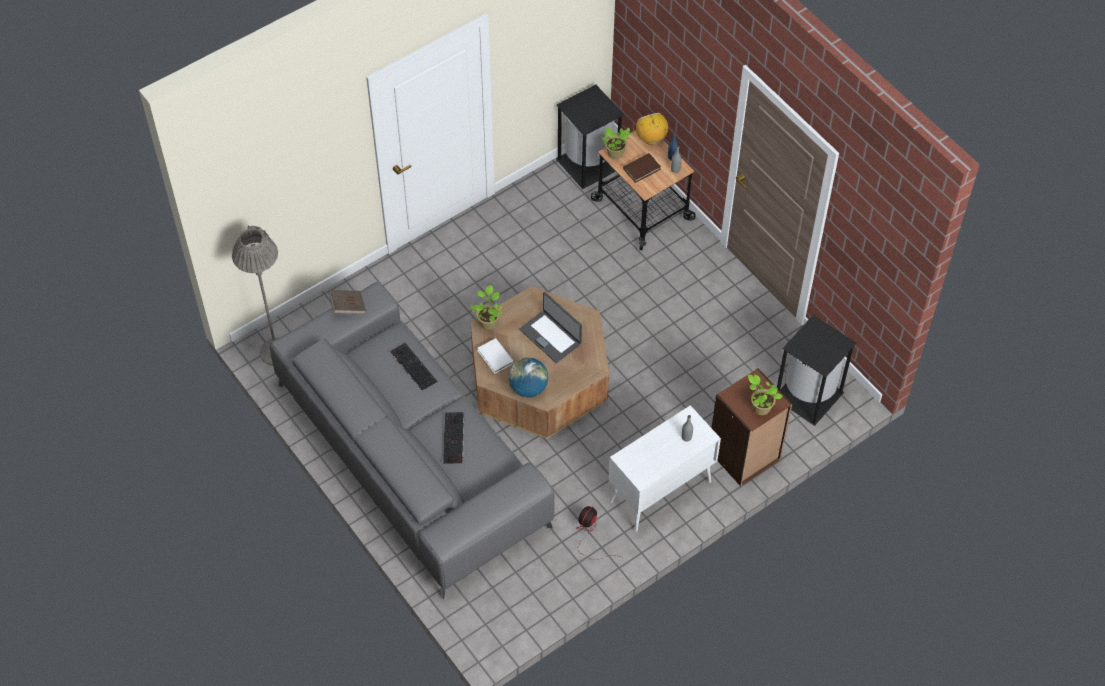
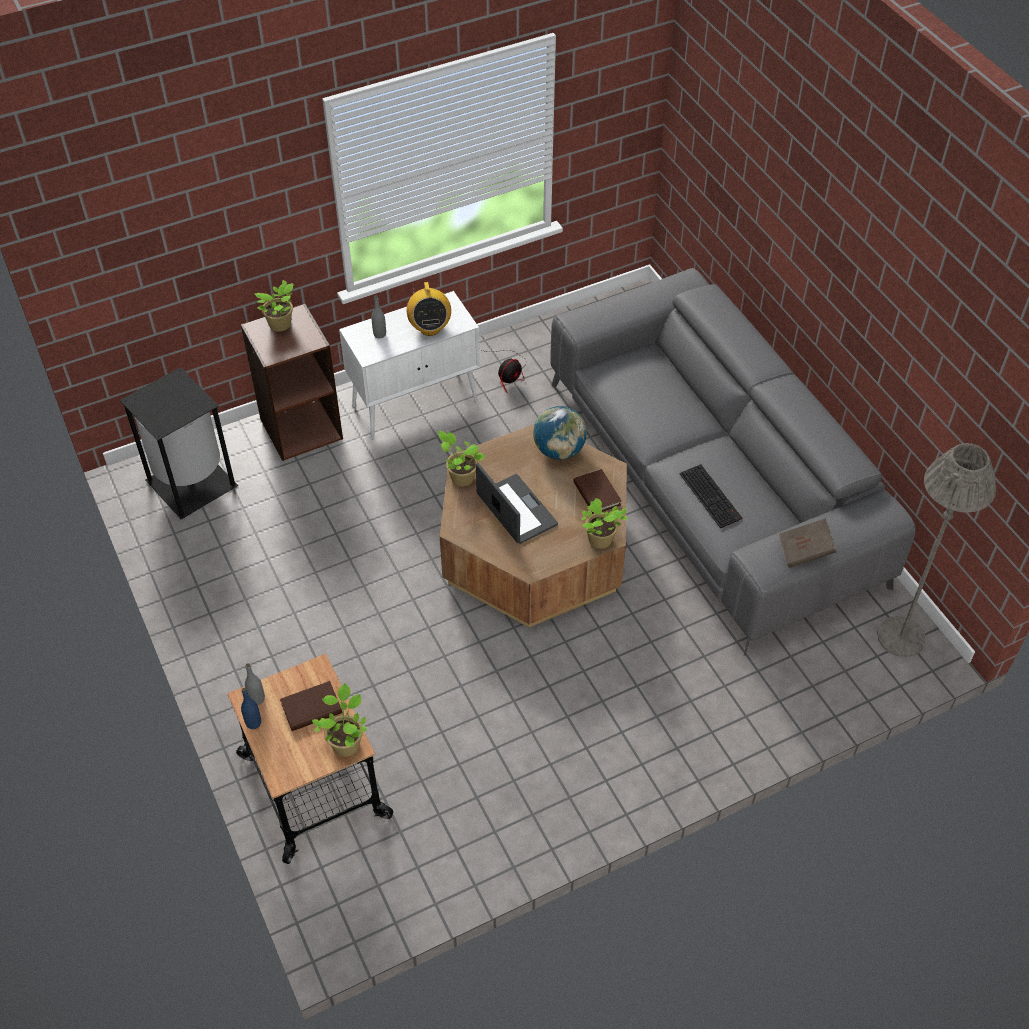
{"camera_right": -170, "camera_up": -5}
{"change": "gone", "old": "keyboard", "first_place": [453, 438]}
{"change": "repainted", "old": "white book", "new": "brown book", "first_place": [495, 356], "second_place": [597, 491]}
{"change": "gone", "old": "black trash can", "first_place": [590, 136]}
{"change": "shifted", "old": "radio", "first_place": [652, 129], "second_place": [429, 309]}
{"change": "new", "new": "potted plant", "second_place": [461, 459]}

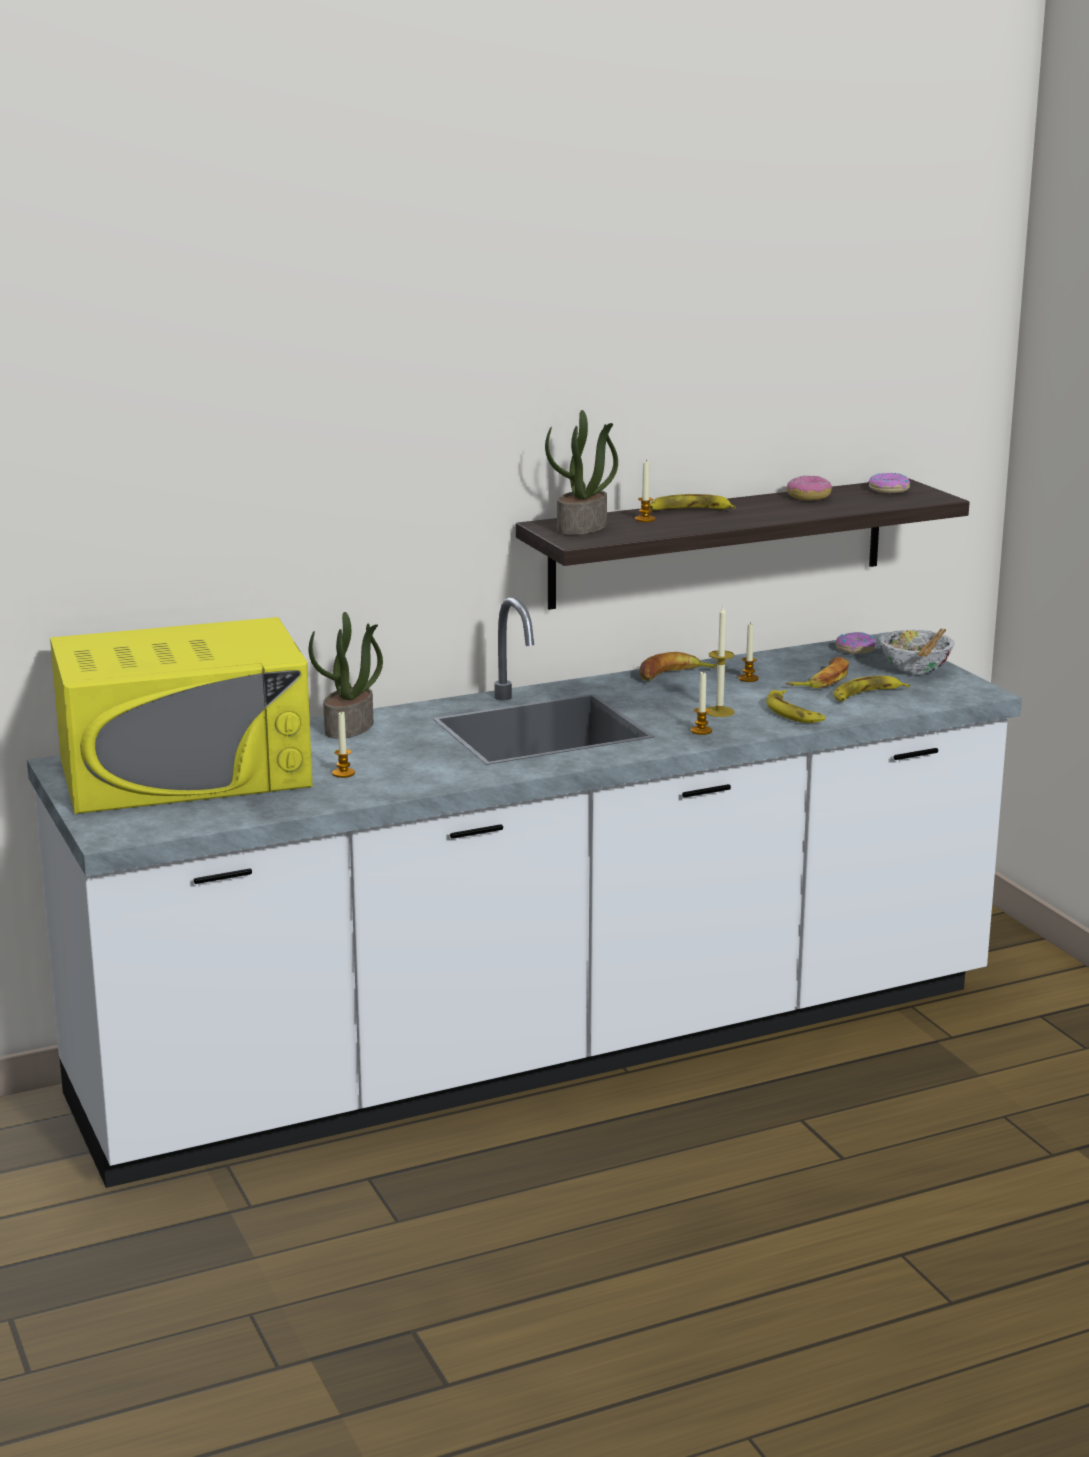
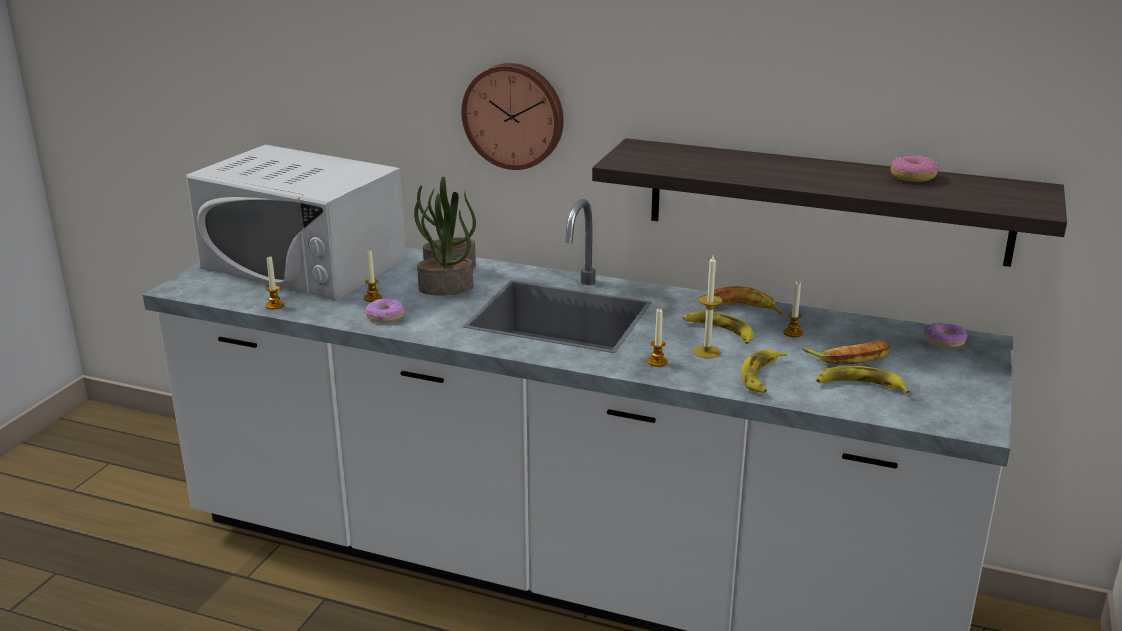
{"camera_right": 45, "camera_up": 5}
{"change": "repainted", "old": "yellow microwave", "new": "white microwave", "first_place": [181, 715], "second_place": [296, 222]}
{"change": "shifted", "old": "potted plant", "first_place": [581, 472], "second_place": [443, 244]}
{"change": "shifted", "old": "candle", "first_place": [645, 491], "second_place": [275, 283]}
{"change": "shifted", "old": "banana", "first_place": [693, 502], "second_place": [718, 327]}
{"change": "shifted", "old": "donut", "first_place": [889, 483], "second_place": [385, 310]}
{"change": "gone", "old": "bowl", "first_place": [917, 651]}
{"change": "new", "new": "wall clock", "second_place": [512, 116]}

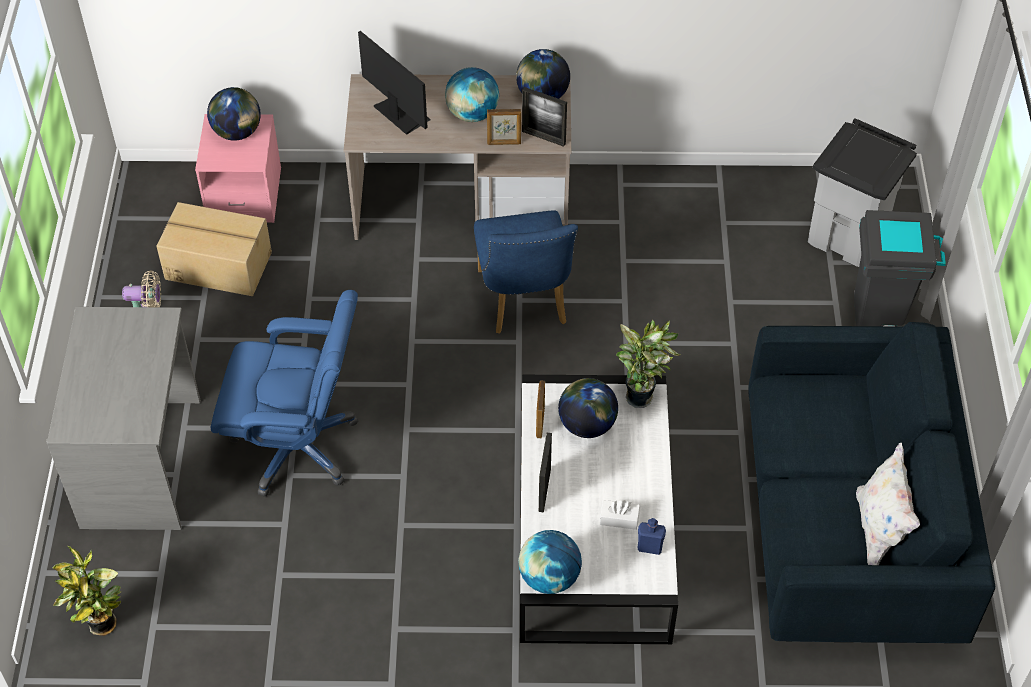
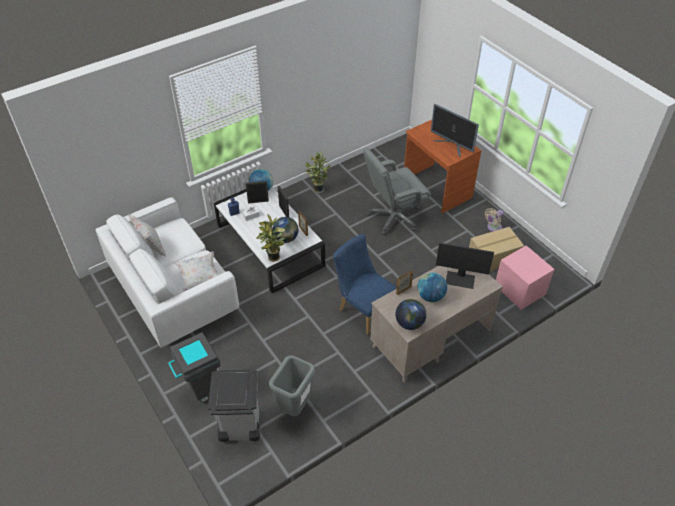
{"camera_right": 145, "camera_up": -5}
{"change": "repainted", "old": "grey desk", "new": "brown desk", "first_place": [123, 418], "second_place": [442, 166]}
{"change": "shifted", "old": "potted plant", "first_place": [86, 591], "second_place": [317, 172]}
{"change": "gone", "old": "globe", "first_place": [234, 114]}
{"change": "repainted", "old": "blue office chair", "new": "grey office chair", "first_place": [284, 393], "second_place": [397, 191]}
{"change": "shifted", "old": "picture frame", "first_place": [544, 117], "second_place": [257, 192]}
{"change": "repainted", "old": "blue sofa", "new": "white sofa", "first_place": [871, 482], "second_place": [167, 272]}
{"change": "new", "new": "white pillow", "second_place": [196, 271]}
{"change": "new", "new": "grey trash can", "second_place": [292, 385]}
{"change": "new", "new": "monitor", "second_place": [455, 130]}

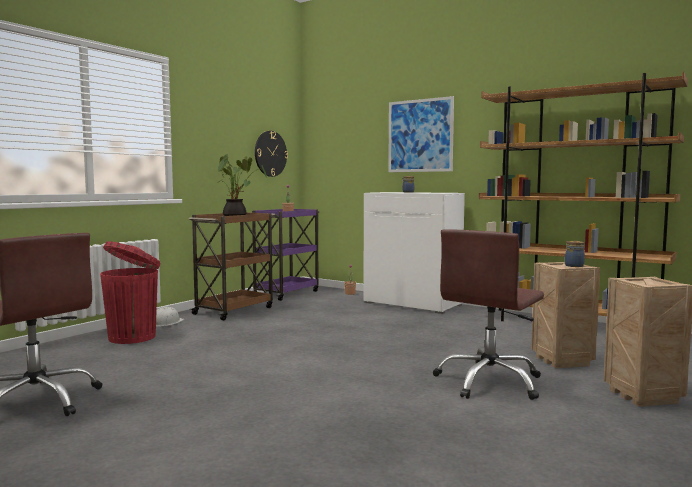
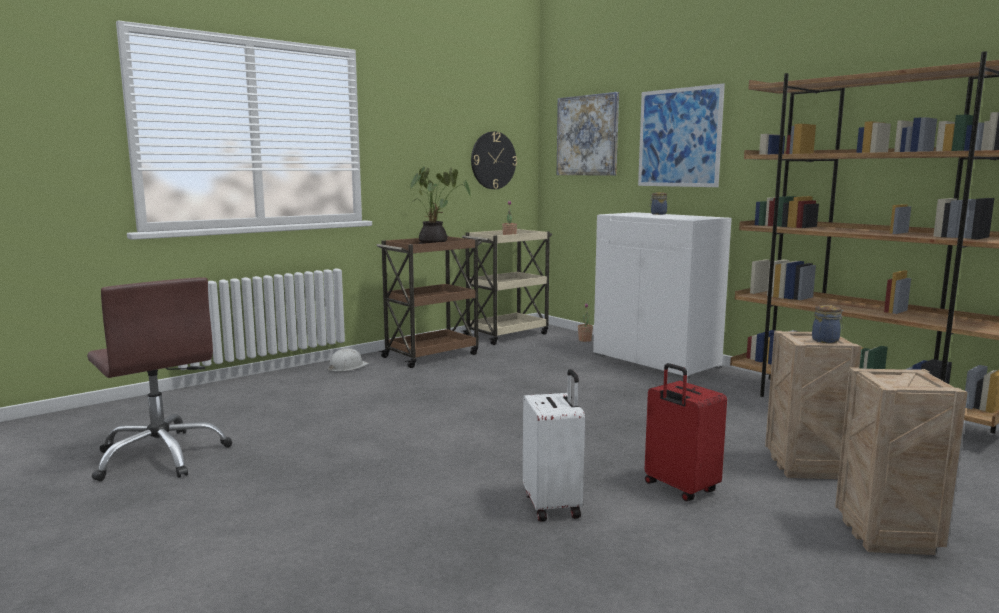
{"camera_right": 15, "camera_up": 5}
{"change": "gone", "old": "red trash can", "first_place": [130, 292]}
{"change": "repainted", "old": "purple cart", "new": "beige cart", "first_place": [285, 255], "second_place": [507, 287]}
{"change": "swapped", "old": "brown office chair", "new": "red suitcase", "first_place": [488, 314], "second_place": [686, 432]}
{"change": "new", "new": "white suitcase", "second_place": [554, 445]}
{"change": "new", "new": "picture", "second_place": [588, 134]}

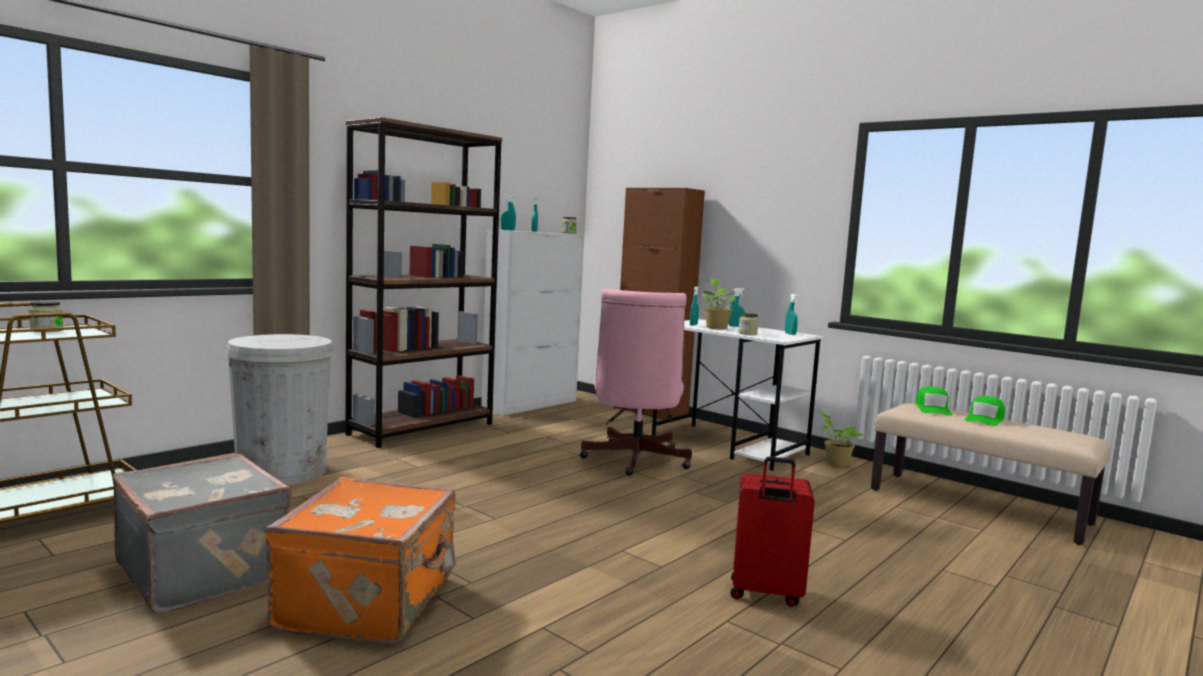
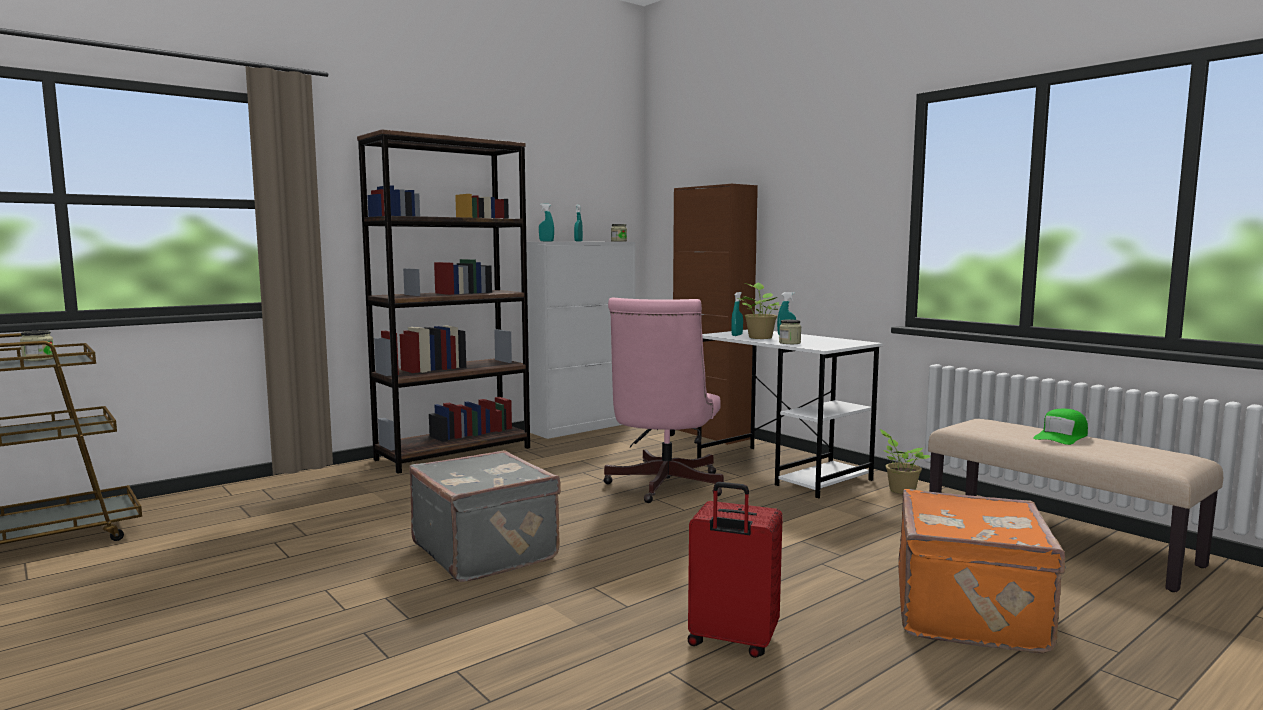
{"camera_right": 10, "camera_up": 0}
{"change": "shifted", "old": "grey suitcase", "first_place": [202, 533], "second_place": [485, 516]}
{"change": "gone", "old": "white trash can", "first_place": [279, 409]}
{"change": "shifted", "old": "orange suitcase", "first_place": [360, 561], "second_place": [982, 571]}
{"change": "gone", "old": "turquoise spray bottle", "first_place": [791, 314]}
{"change": "gone", "old": "green cap", "first_place": [934, 401]}

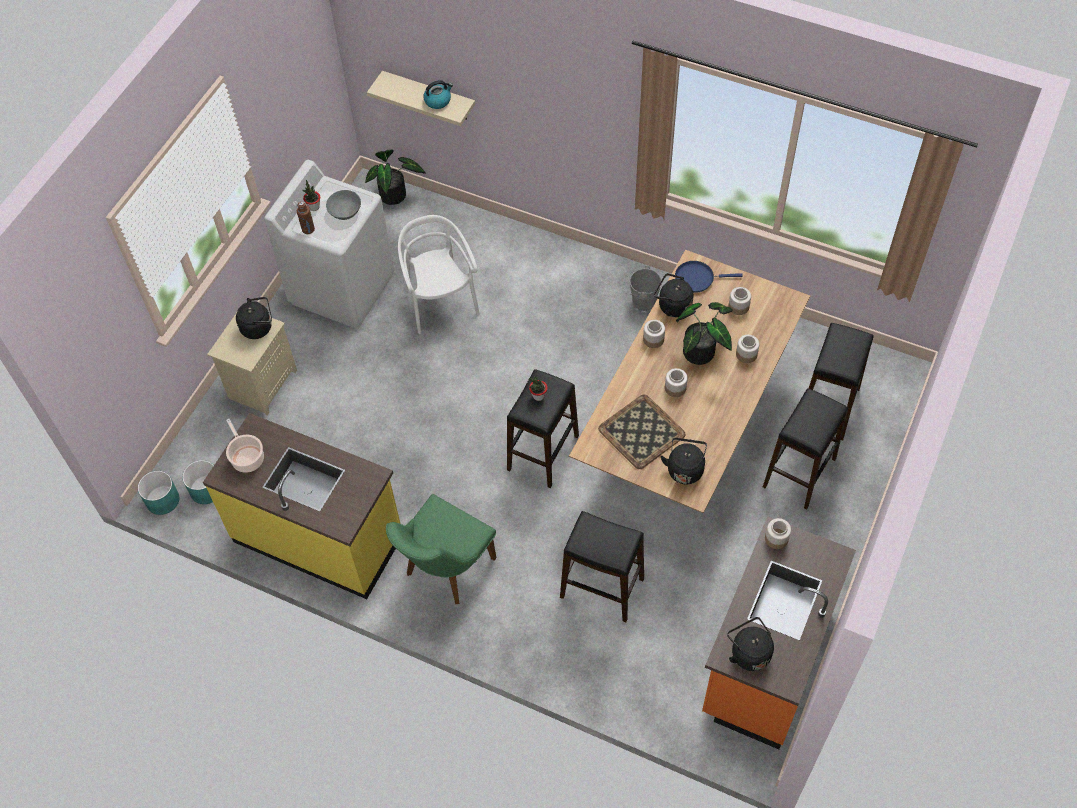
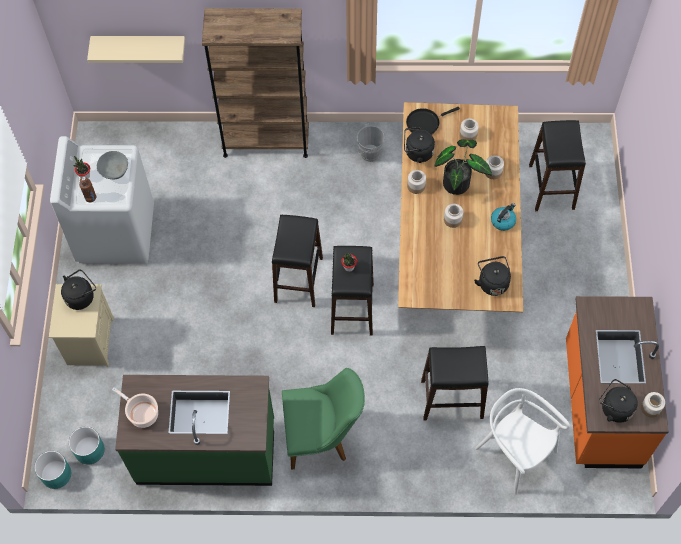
{"camera_right": -25, "camera_up": 5}
{"change": "repainted", "old": "yellow counter", "new": "green counter", "first_place": [301, 506], "second_place": [194, 430]}
{"change": "gone", "old": "potted plant", "first_place": [395, 177]}
{"change": "rotated", "old": "green chair", "first_place": [441, 549], "second_place": [323, 419], "degrees": -105}
{"change": "shifted", "old": "white chair", "first_place": [439, 274], "second_place": [522, 441]}
{"change": "shifted", "old": "kettle", "first_place": [438, 94], "second_place": [503, 217]}
{"change": "gone", "old": "tray", "first_place": [642, 431]}
{"change": "repainted", "old": "blue frying pan", "new": "black frying pan", "first_place": [709, 277], "second_place": [433, 121]}
{"change": "shifted", "old": "black stool", "first_place": [805, 448], "second_place": [297, 261]}
{"change": "shifted", "old": "jar", "first_place": [778, 533], "second_place": [653, 405]}
{"change": "new", "new": "brown bookcase", "second_place": [255, 83]}

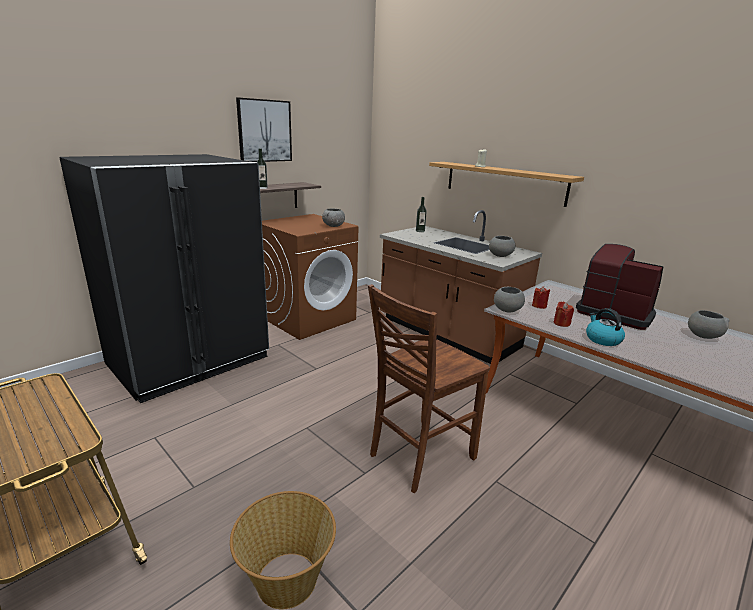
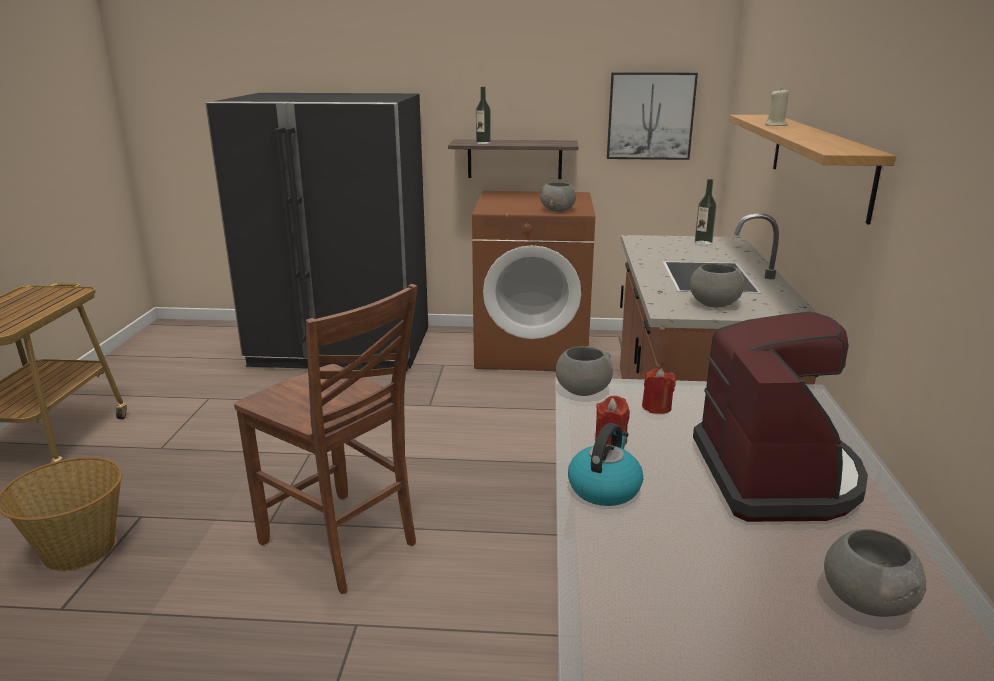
{"camera_right": 50, "camera_up": 0}
{"change": "shifted", "old": "picture", "first_place": [264, 129], "second_place": [652, 116]}
{"change": "rotated", "old": "brown chair", "first_place": [429, 388], "second_place": [326, 439], "degrees": -150}

